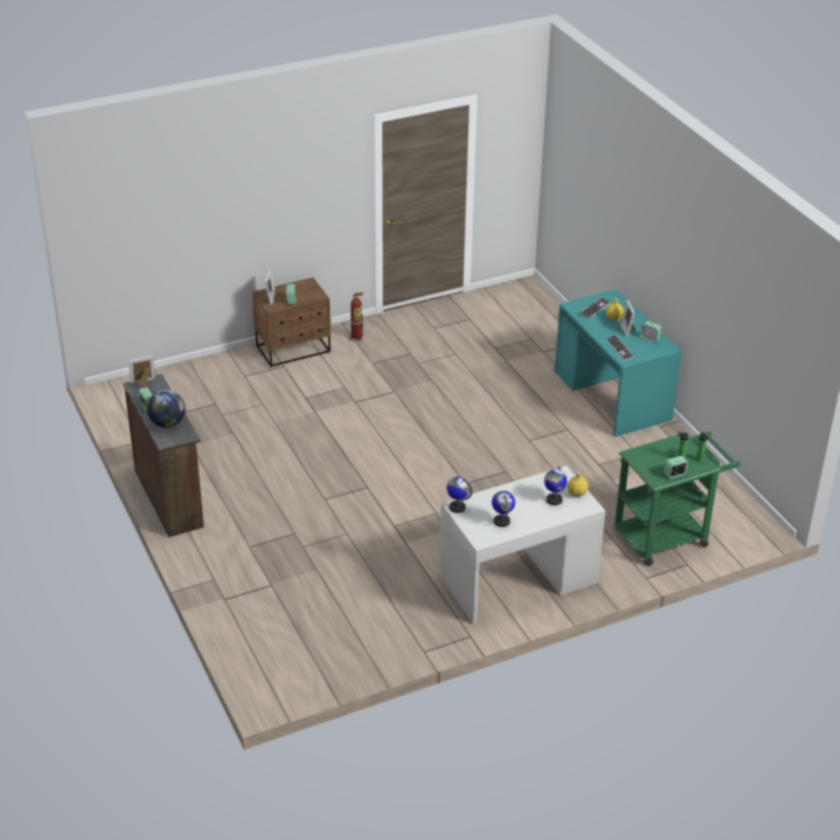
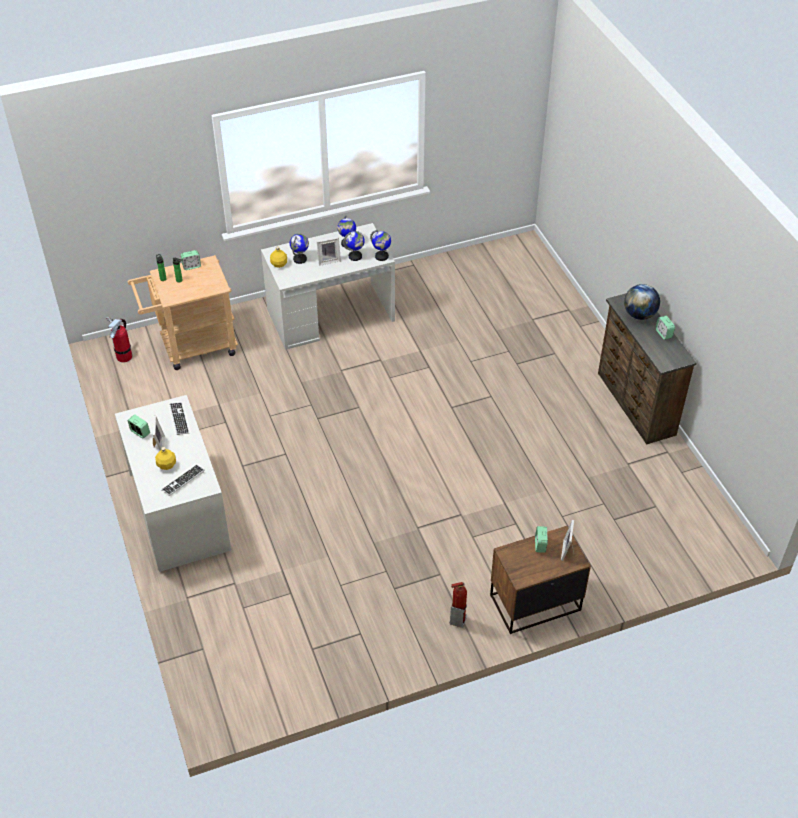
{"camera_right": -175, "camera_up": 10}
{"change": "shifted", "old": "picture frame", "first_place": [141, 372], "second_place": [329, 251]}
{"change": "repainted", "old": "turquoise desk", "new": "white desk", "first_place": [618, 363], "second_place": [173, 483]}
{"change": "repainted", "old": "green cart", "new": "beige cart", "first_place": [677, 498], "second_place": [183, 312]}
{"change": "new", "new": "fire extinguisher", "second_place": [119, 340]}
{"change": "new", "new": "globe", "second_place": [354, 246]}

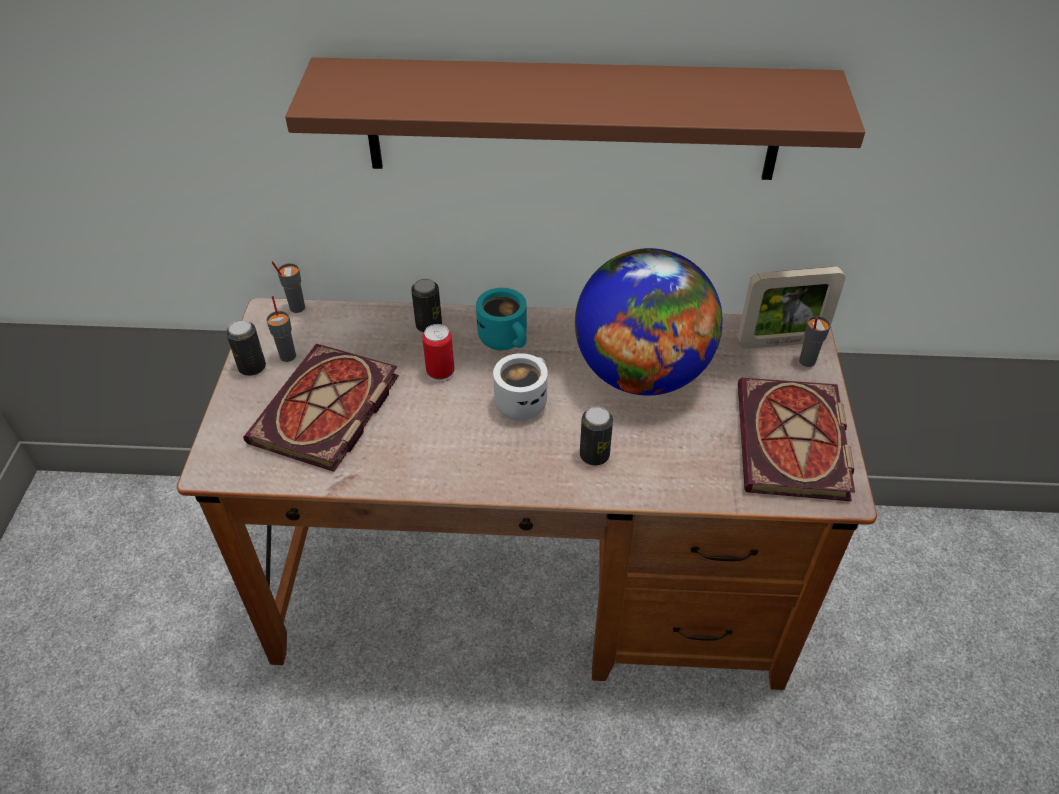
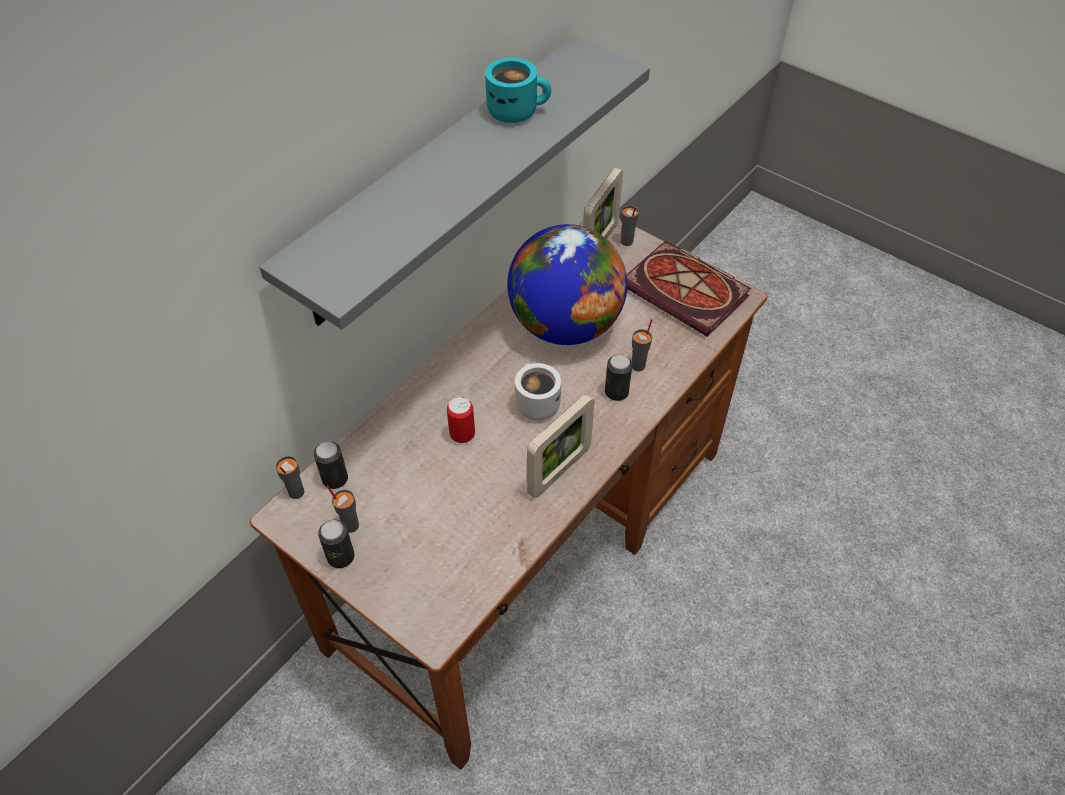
{"camera_right": -55, "camera_up": 5}
{"change": "gone", "old": "book", "first_place": [321, 408]}
{"change": "repainted", "old": "brown shelf", "new": "grey shelf", "first_place": [575, 118], "second_place": [454, 183]}
{"change": "shifted", "old": "can", "first_place": [426, 305], "second_place": [331, 465]}
{"change": "shifted", "old": "turquoise mug", "first_place": [501, 319], "second_place": [518, 90]}
{"change": "new", "new": "picture frame", "second_place": [561, 446]}
{"change": "new", "new": "grey cup", "second_place": [642, 345]}

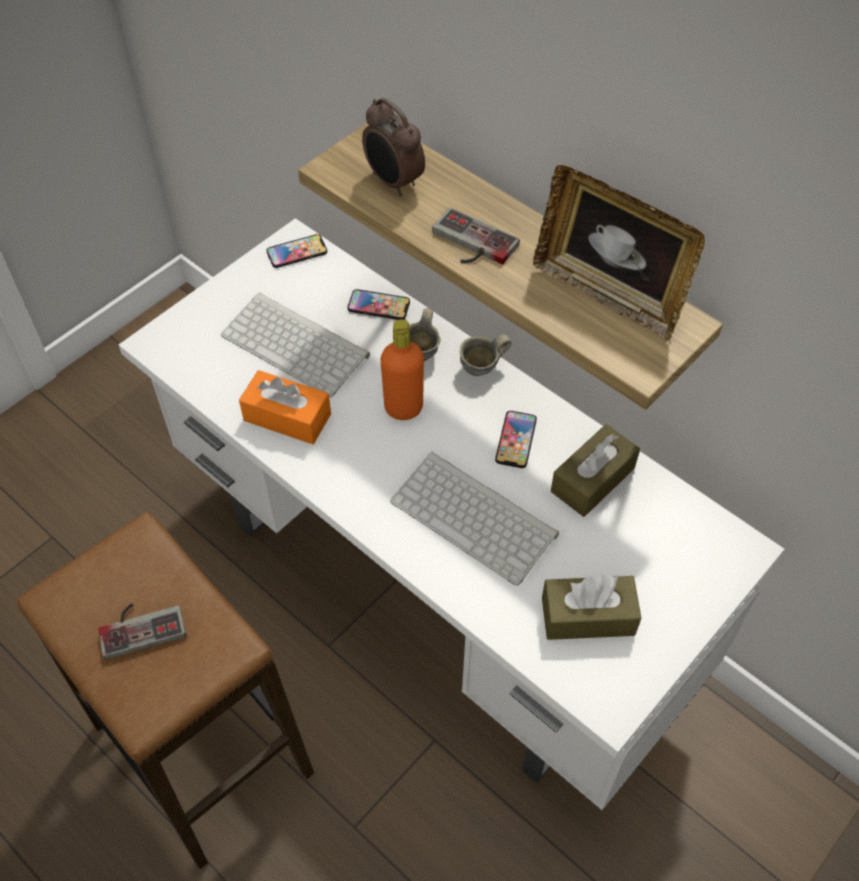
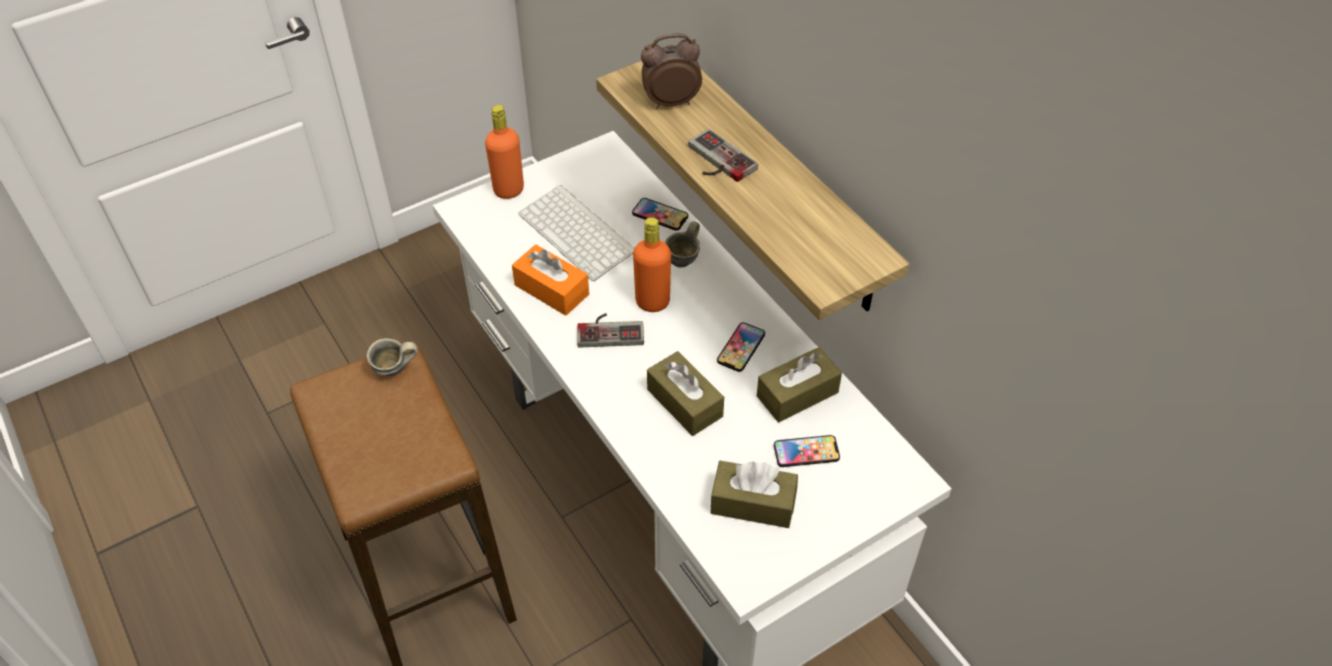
{"camera_right": 15, "camera_up": -5}
{"change": "shifted", "old": "game controller", "first_place": [142, 631], "second_place": [610, 330]}
{"change": "shifted", "old": "phone", "first_place": [297, 251], "second_place": [807, 451]}
{"change": "rotated", "old": "alarm clock", "first_place": [393, 147], "second_place": [671, 71], "degrees": 105}
{"change": "swapped", "old": "keyboard", "new": "brown tissue box", "first_place": [474, 519], "second_place": [685, 393]}
{"change": "shifted", "old": "grey mug", "first_place": [486, 355], "second_place": [392, 357]}
{"change": "gone", "old": "picture frame", "first_place": [619, 253]}
{"change": "new", "new": "orange bottle", "second_place": [504, 152]}

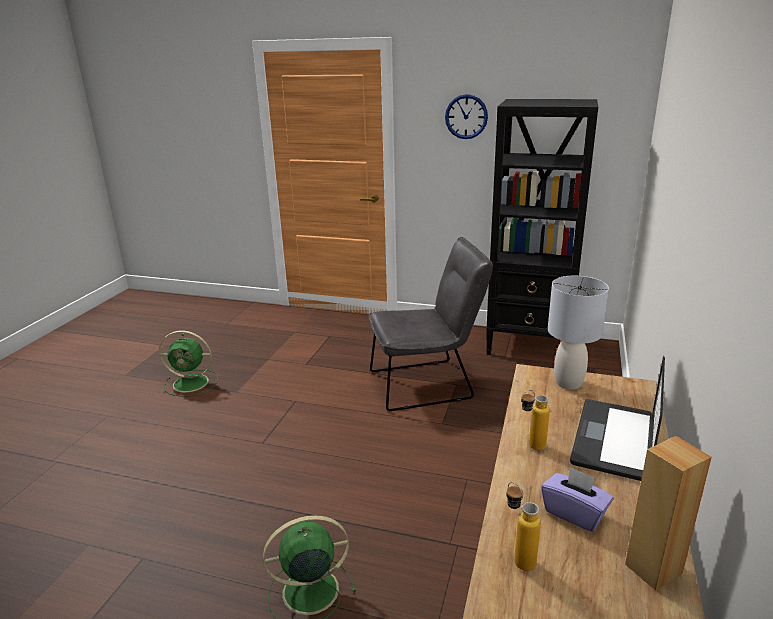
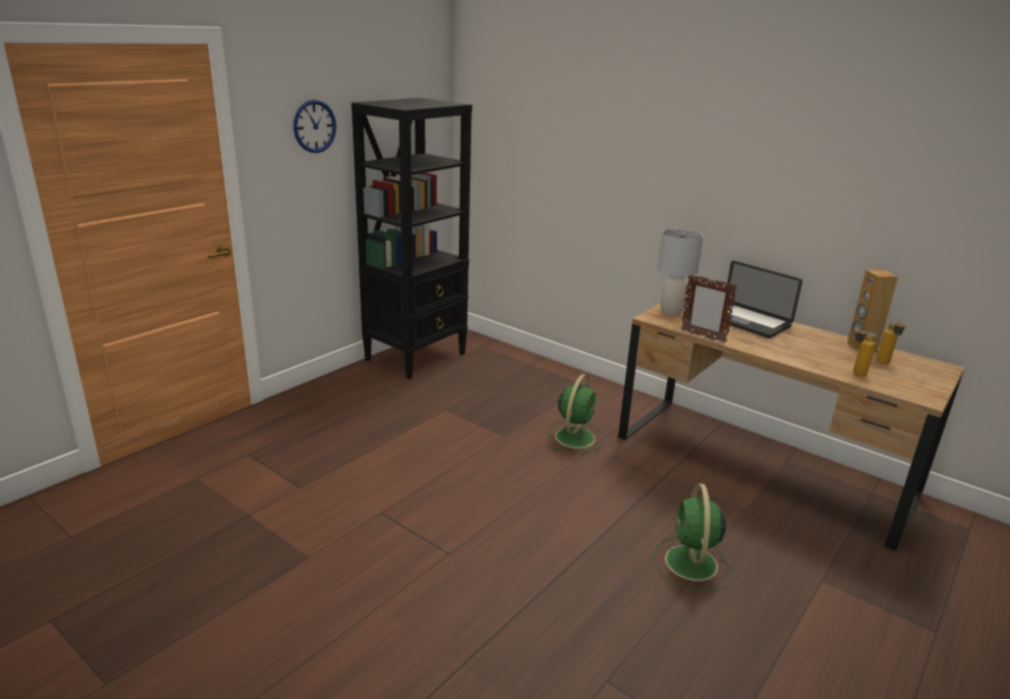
{"camera_right": -70, "camera_up": 0}
{"change": "shifted", "old": "green fan", "first_place": [188, 364], "second_place": [576, 413]}
{"change": "gone", "old": "grey chair", "first_place": [431, 324]}
{"change": "shifted", "old": "bottle", "first_place": [535, 420], "second_place": [891, 341]}
{"change": "gone", "old": "purple tissue box", "first_place": [577, 499]}
{"change": "new", "new": "picture frame", "second_place": [709, 308]}

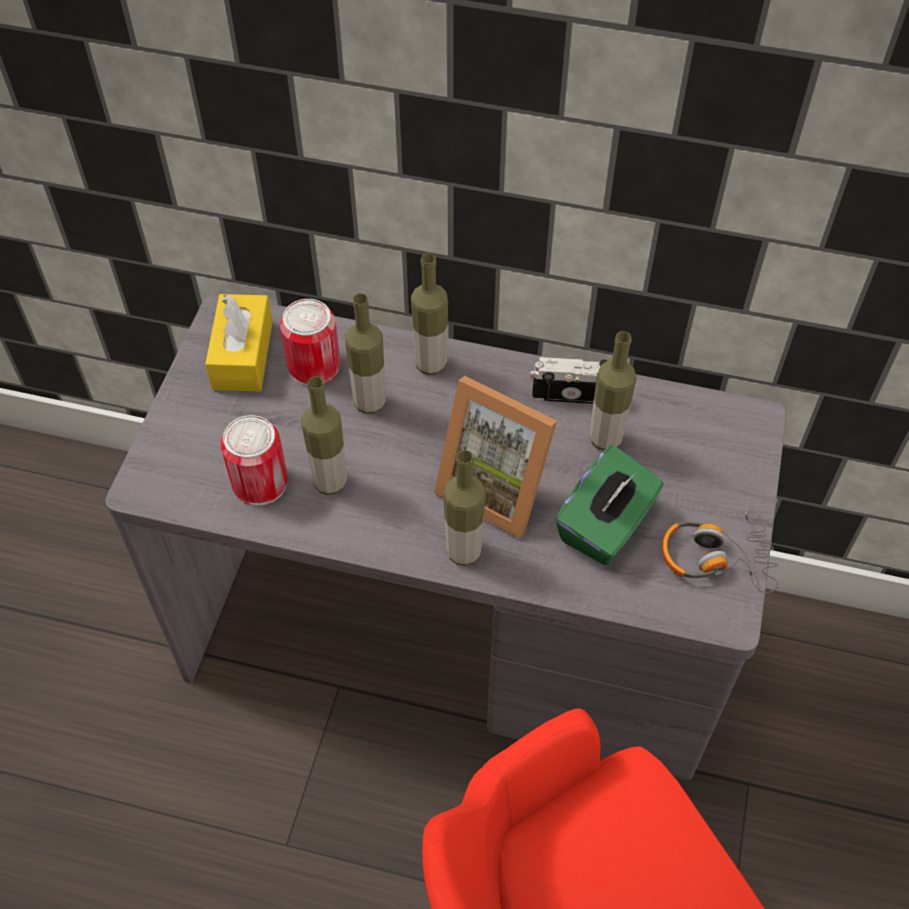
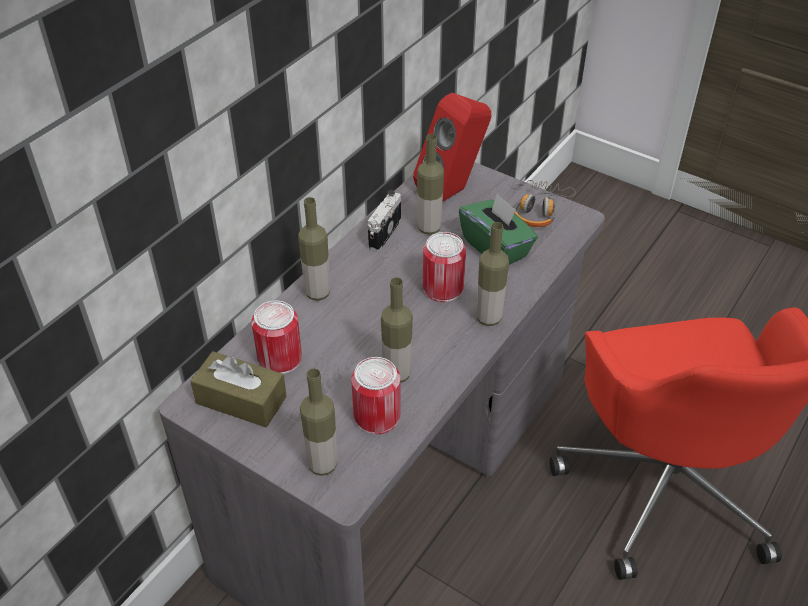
{"camera_right": -70, "camera_up": -10}
{"change": "repainted", "old": "yellow tissue box", "new": "brown tissue box", "first_place": [239, 342], "second_place": [238, 389]}
{"change": "shifted", "old": "bottle", "first_place": [365, 353], "second_place": [318, 422]}
{"change": "swapped", "old": "picture frame", "new": "can", "first_place": [495, 457], "second_place": [444, 267]}
{"change": "new", "new": "red speaker", "second_place": [452, 147]}

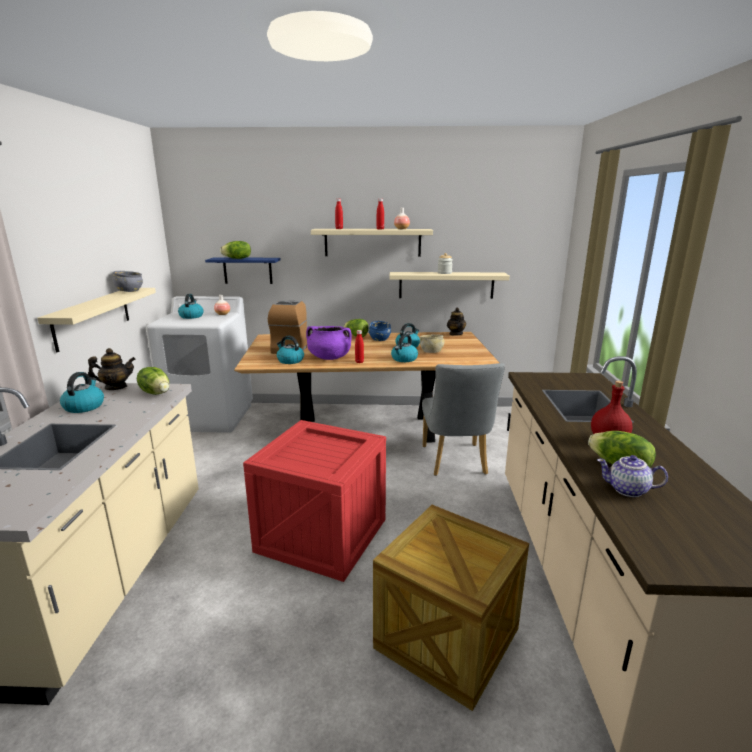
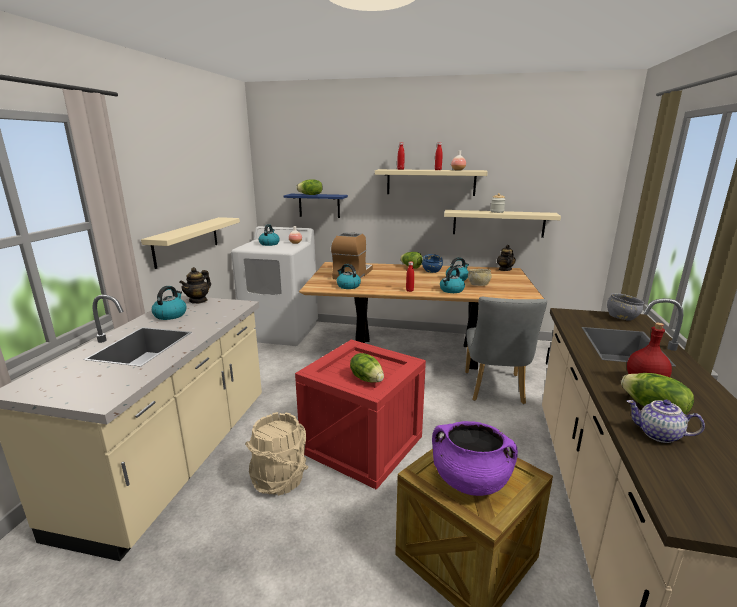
{"camera_right": 10, "camera_up": 0}
{"change": "rotated", "old": "teapot", "first_place": [111, 369], "second_place": [195, 285], "degrees": 120}
{"change": "shifted", "old": "grey bowl", "first_place": [127, 281], "second_place": [625, 307]}
{"change": "shifted", "old": "lettuce", "first_place": [153, 381], "second_place": [367, 367]}
{"change": "shifted", "old": "purple cooking pot", "first_place": [329, 343], "second_place": [475, 458]}
{"change": "new", "new": "beige bucket", "second_place": [277, 454]}

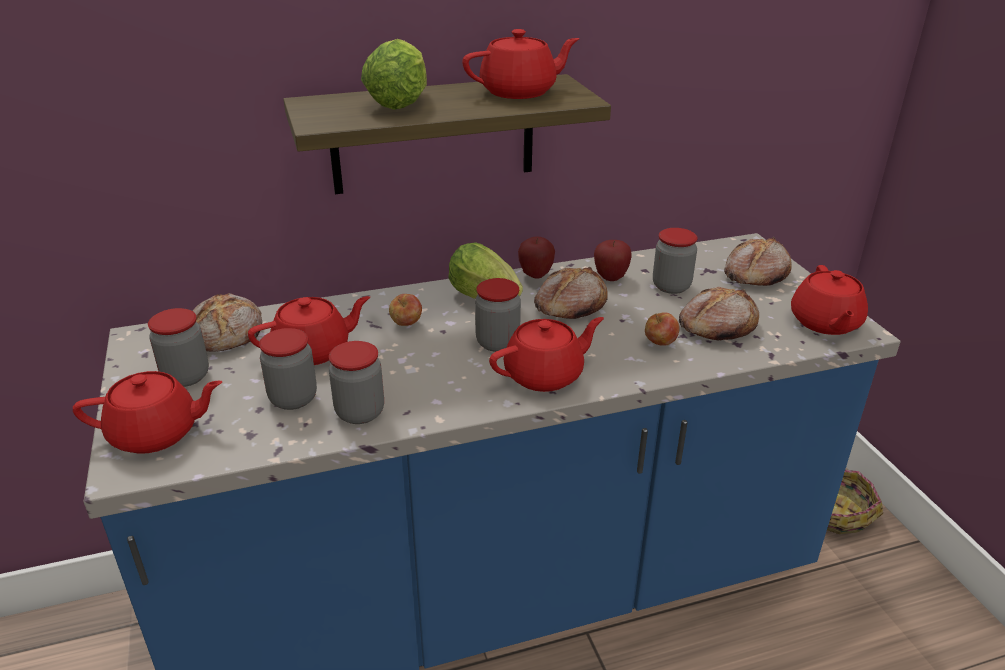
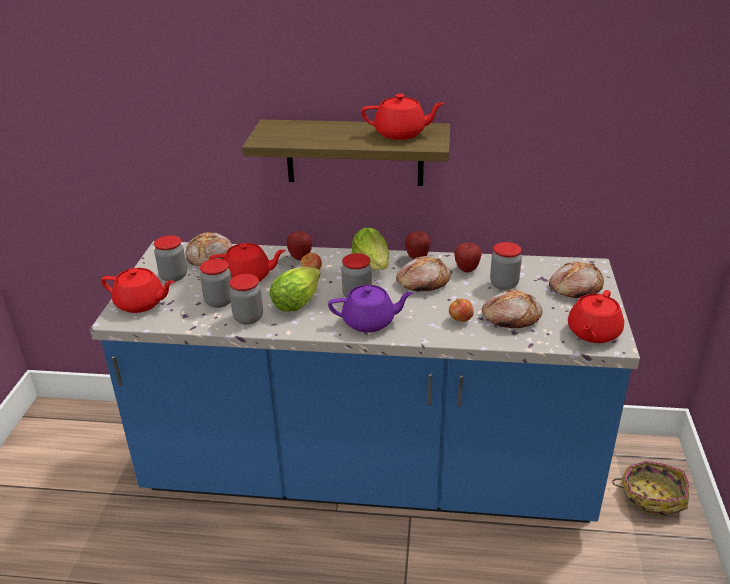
{"camera_right": 25, "camera_up": 0}
{"change": "shifted", "old": "lettuce", "first_place": [394, 74], "second_place": [295, 289]}
{"change": "repainted", "old": "red teapot", "new": "purple teapot", "first_place": [546, 354], "second_place": [370, 308]}
{"change": "new", "new": "apple", "second_place": [299, 245]}

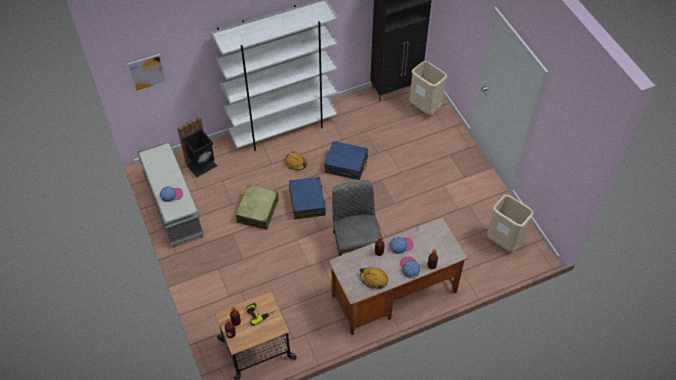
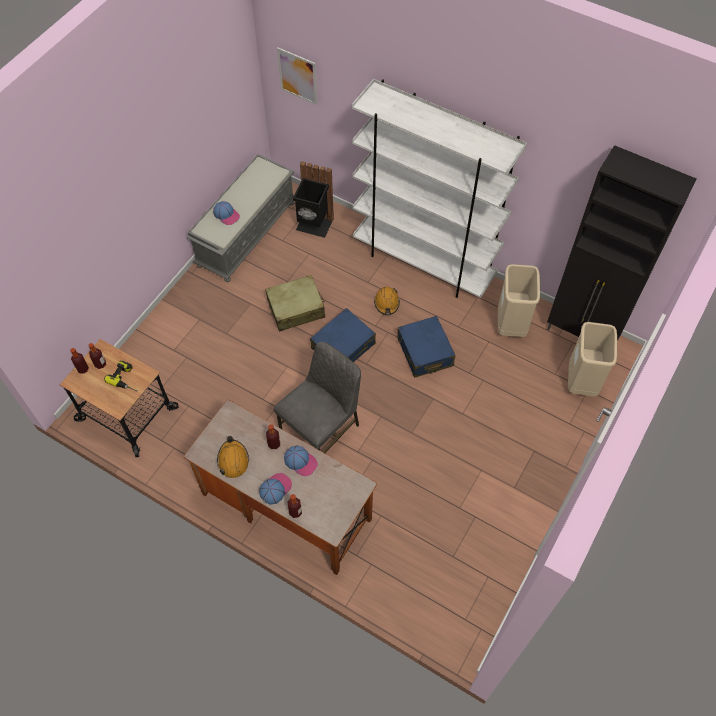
{"camera_right": 55, "camera_up": 5}
{"change": "shifted", "old": "beige trash can", "first_place": [510, 223], "second_place": [519, 300]}

